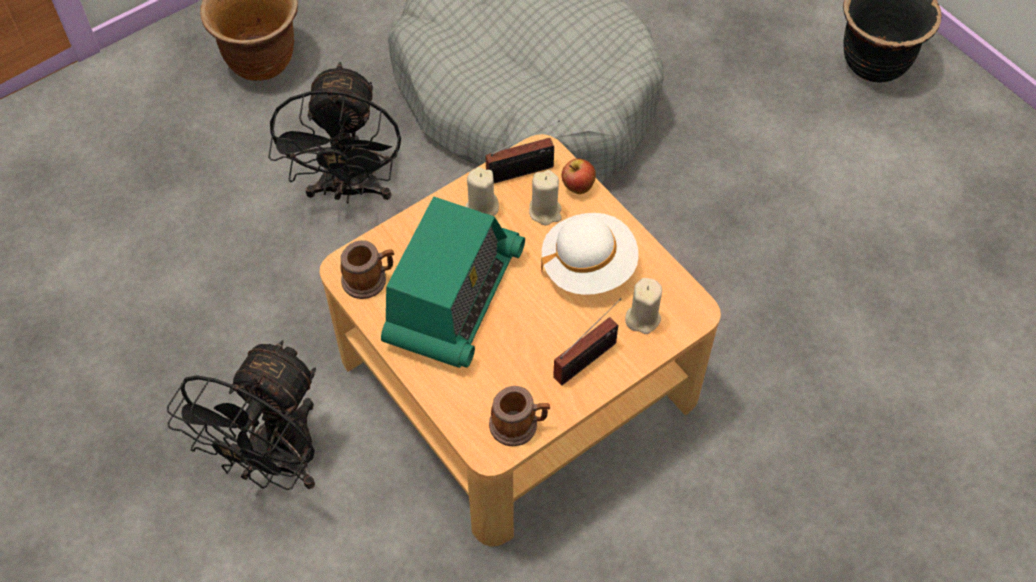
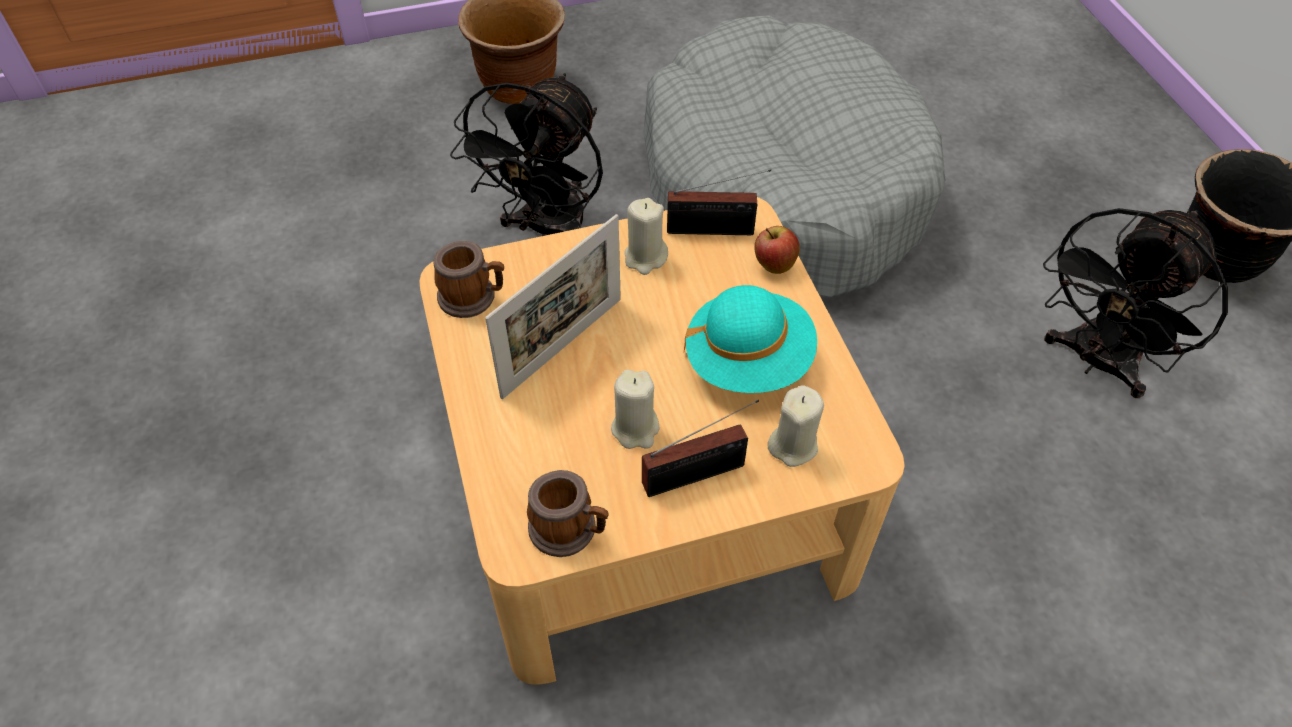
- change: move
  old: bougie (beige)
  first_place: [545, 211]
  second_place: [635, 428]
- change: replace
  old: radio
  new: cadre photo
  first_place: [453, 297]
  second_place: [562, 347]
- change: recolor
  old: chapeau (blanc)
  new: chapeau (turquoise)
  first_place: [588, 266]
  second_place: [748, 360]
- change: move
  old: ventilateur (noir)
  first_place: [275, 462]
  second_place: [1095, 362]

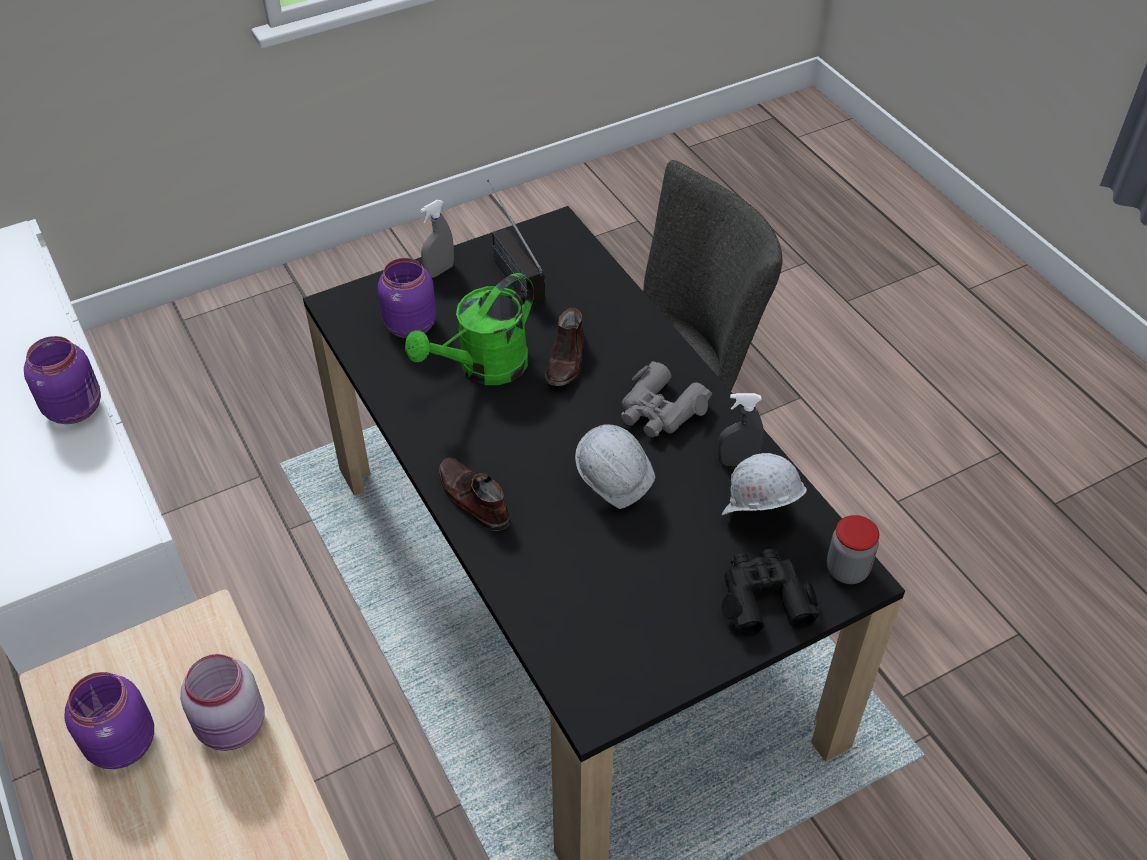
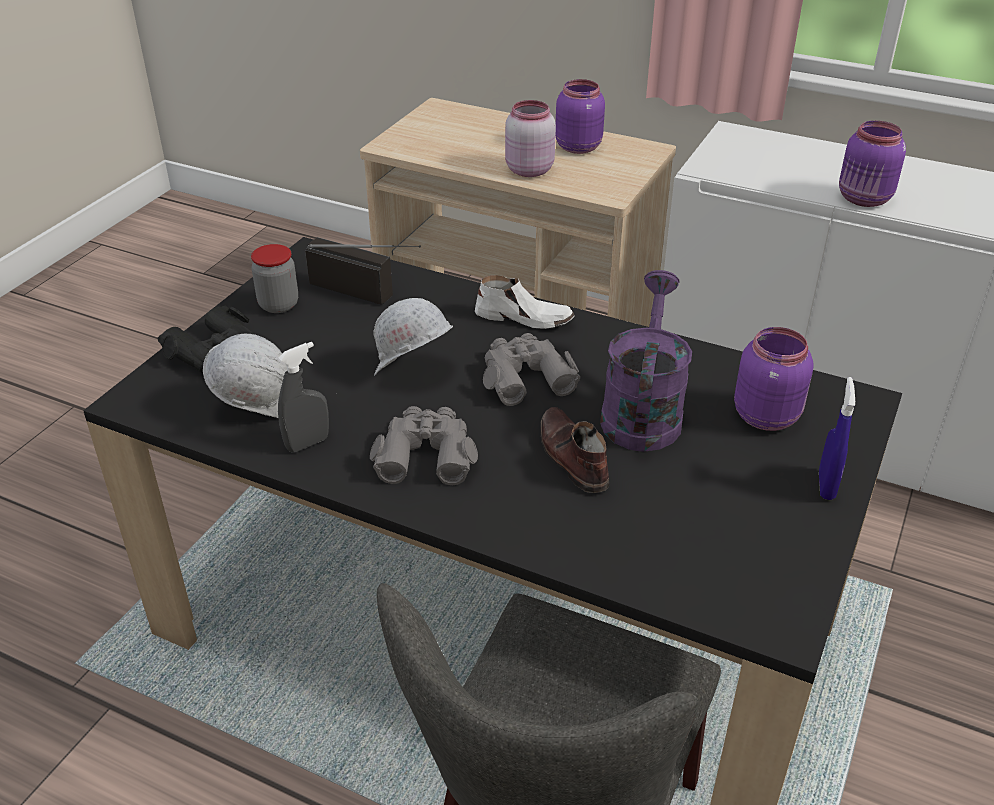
- change: move
  old: radio
  first_place: [507, 270]
  second_place: [372, 294]
- change: recolor
  old: vaporisateur (gris)
  new: vaporisateur (bleu)
  first_place: [439, 271]
  second_place: [826, 486]
- change: recolor
  old: arrosoir (vert)
  new: arrosoir (violet)
  first_place: [483, 369]
  second_place: [642, 411]
- change: recolor
  old: chaussure (marron)
  new: chaussure (blanc)
  first_place: [473, 499]
  second_place: [524, 318]
- change: move
  old: bocal
  first_place: [847, 570]
  second_place: [278, 305]
- change: insert
  new: jumelles (gris)
  second_place: [525, 376]

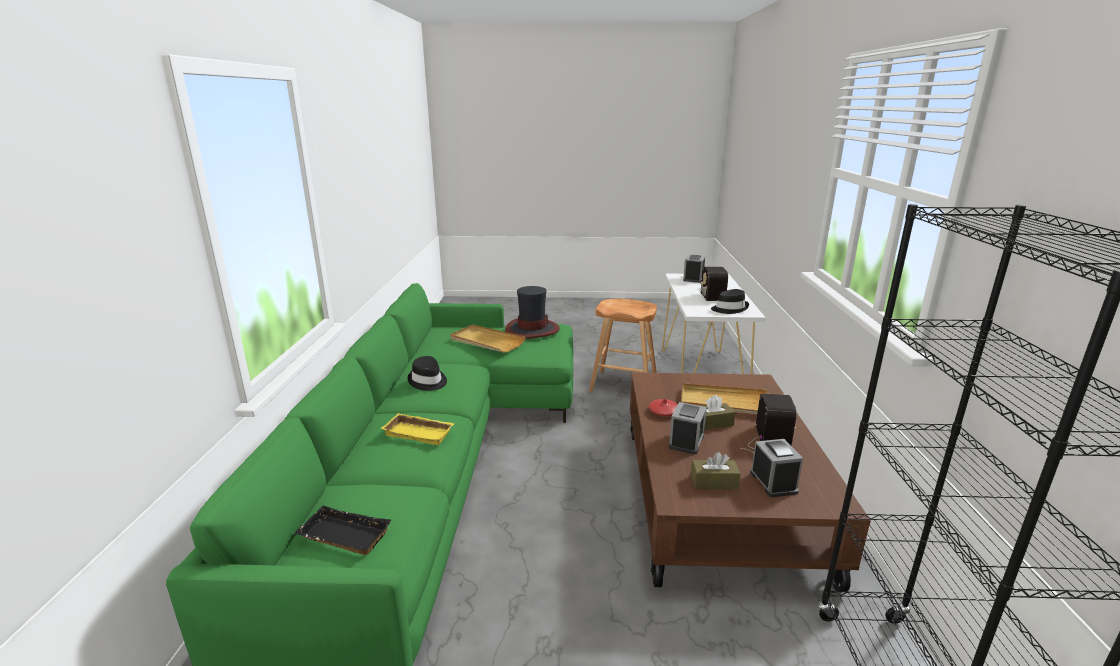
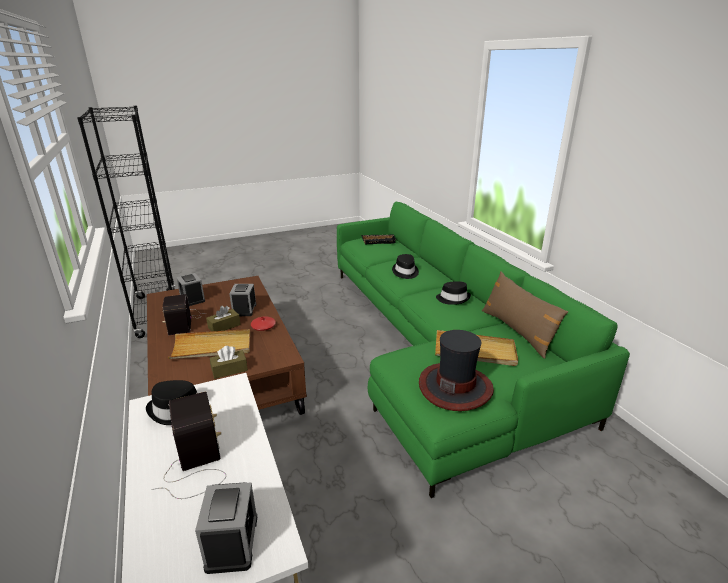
- change: delete
  old: tabouret (marron)
  first_place: [623, 385]
- change: replace
  old: plateau (jaune)
  new: chapeau (noir)
  first_place: [420, 432]
  second_place: [405, 272]
- change: move
  old: boîte à mouchoirs (marron)
  first_place: [714, 482]
  second_place: [229, 370]
- change: insert
  new: coussin (marron)
  second_place: [517, 331]

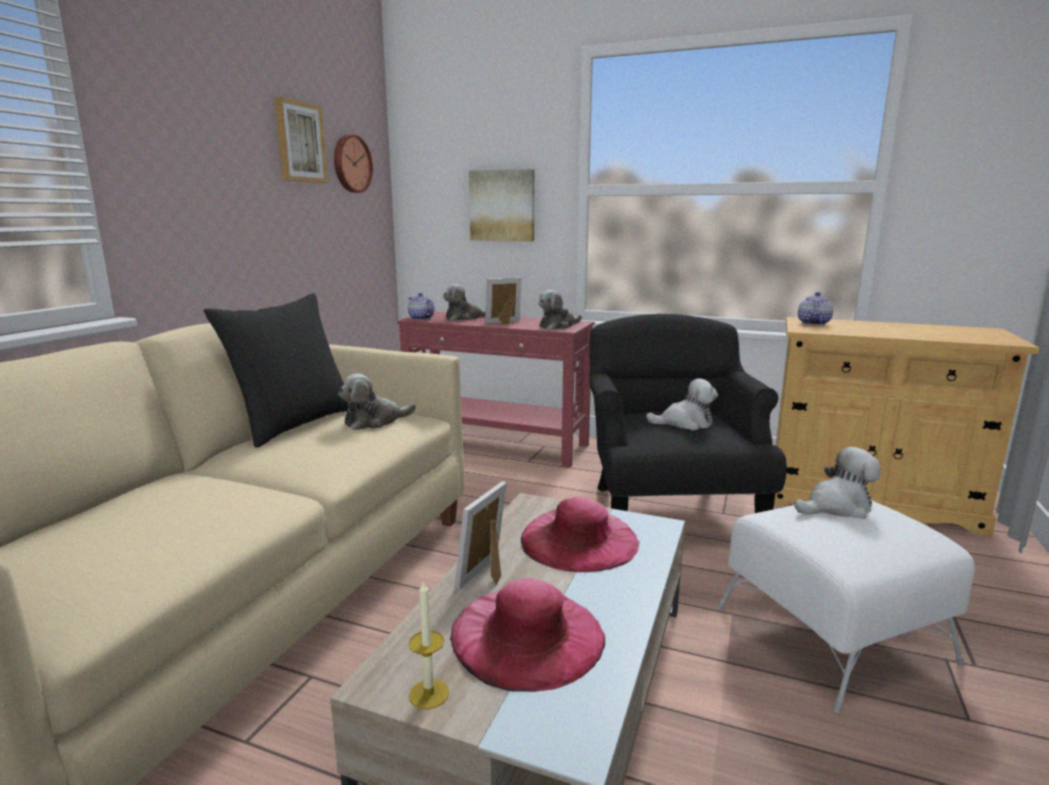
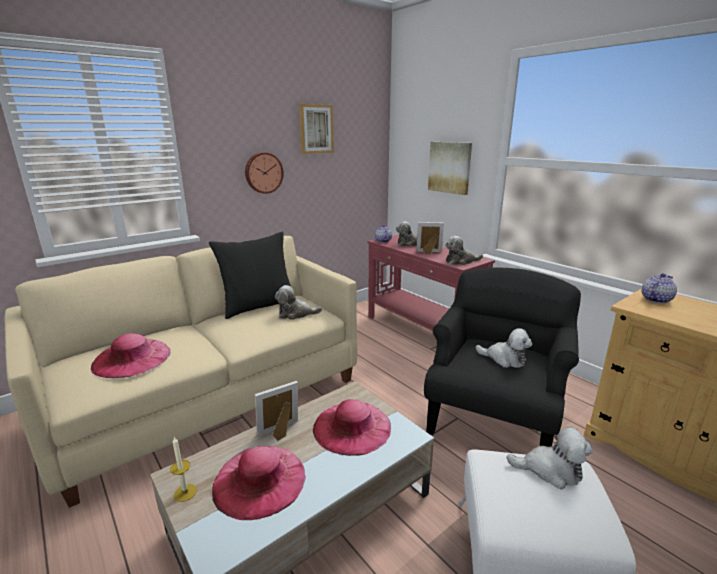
- change: move
  old: horloge murale
  first_place: [351, 164]
  second_place: [263, 172]
- change: insert
  new: chapeau (rose)
  second_place: [132, 358]

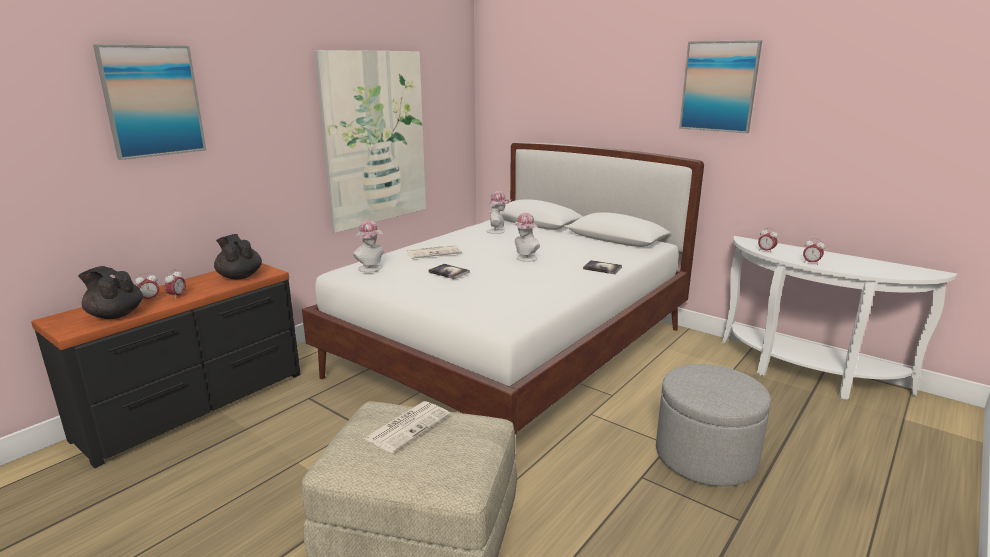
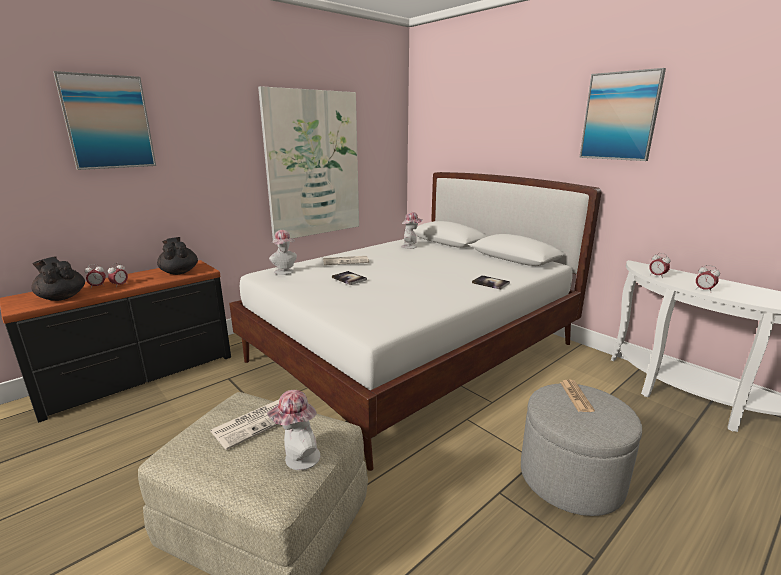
- change: move
  old: chapeau
  first_place: [525, 259]
  second_place: [298, 459]
- change: insert
  new: journal
  second_place: [576, 396]

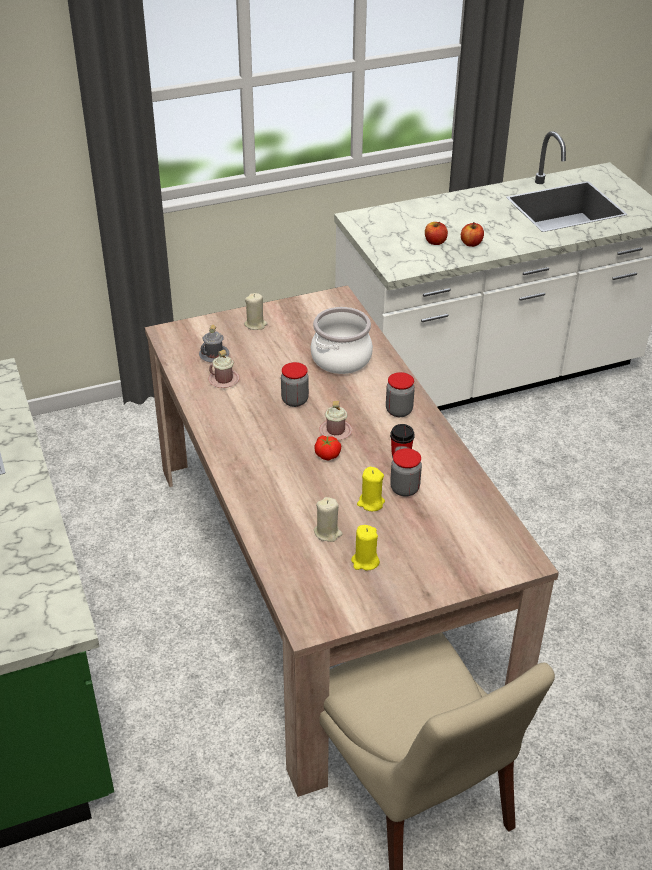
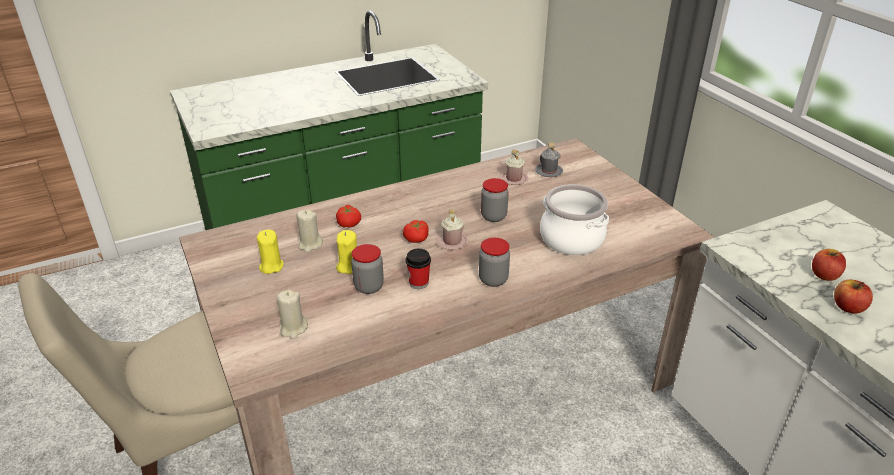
- change: move
  old: bougie (beige)
  first_place: [255, 324]
  second_place: [293, 328]
- change: insert
  new: tomate
  second_place: [349, 223]

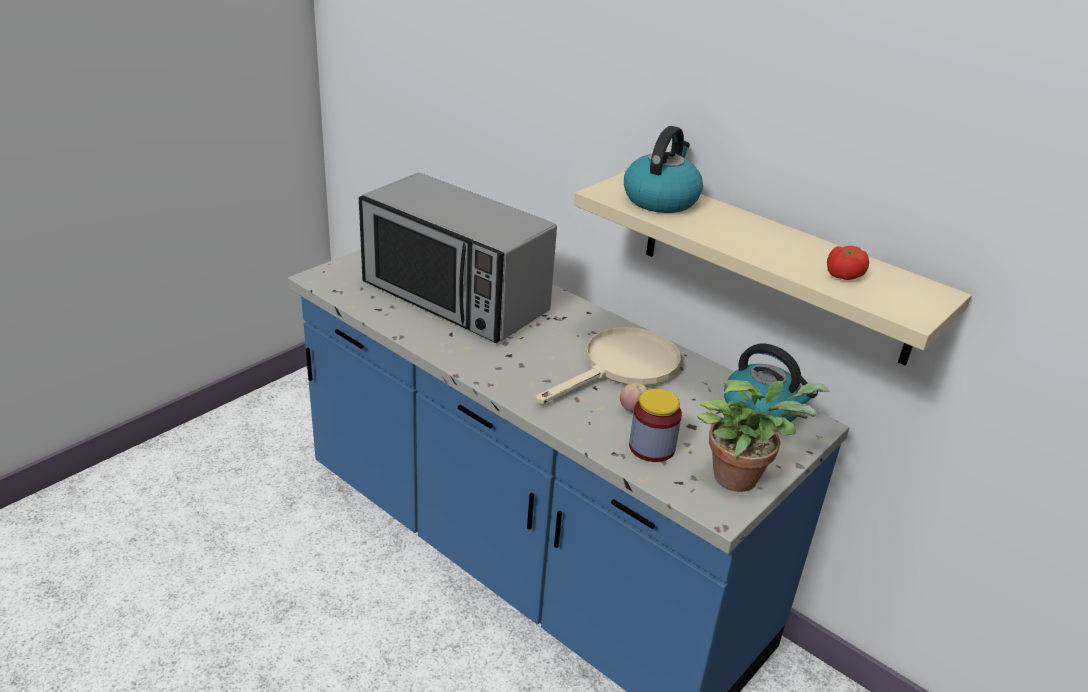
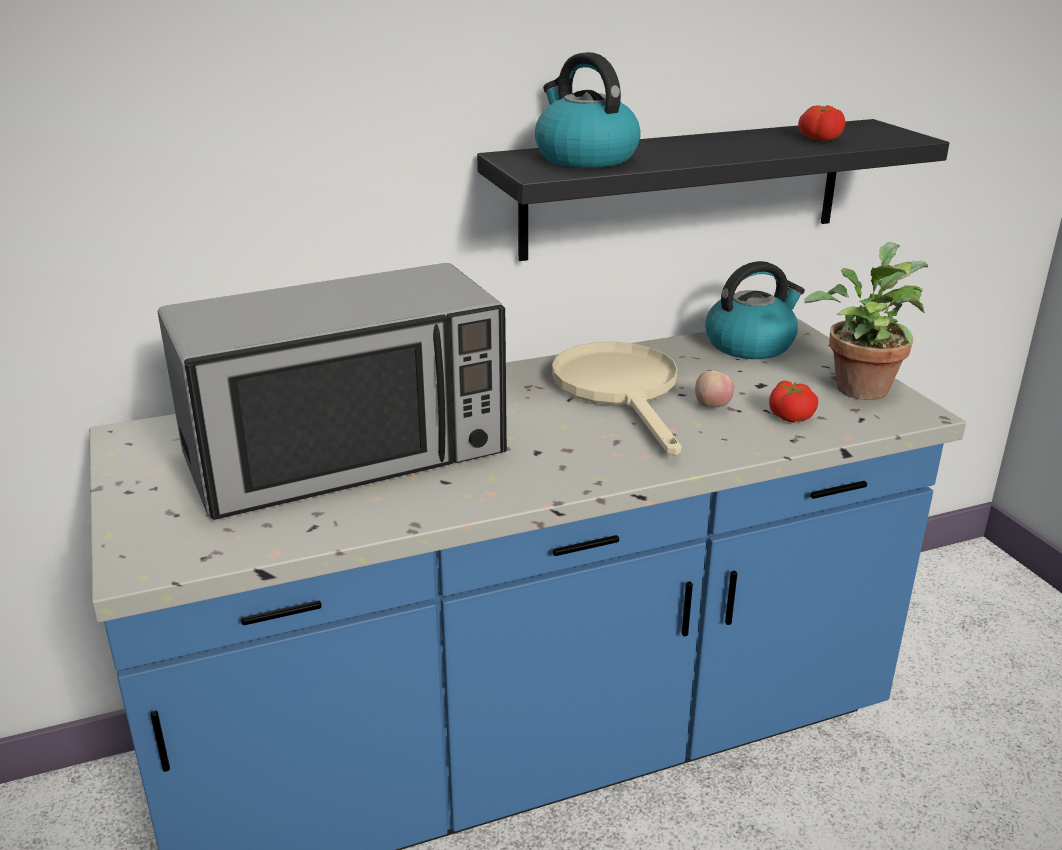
- change: recolor
  old: étagère (beige)
  new: étagère (noir)
  first_place: [775, 265]
  second_place: [684, 188]
- change: replace
  old: bocal
  new: tomate
  first_place: [652, 447]
  second_place: [791, 416]

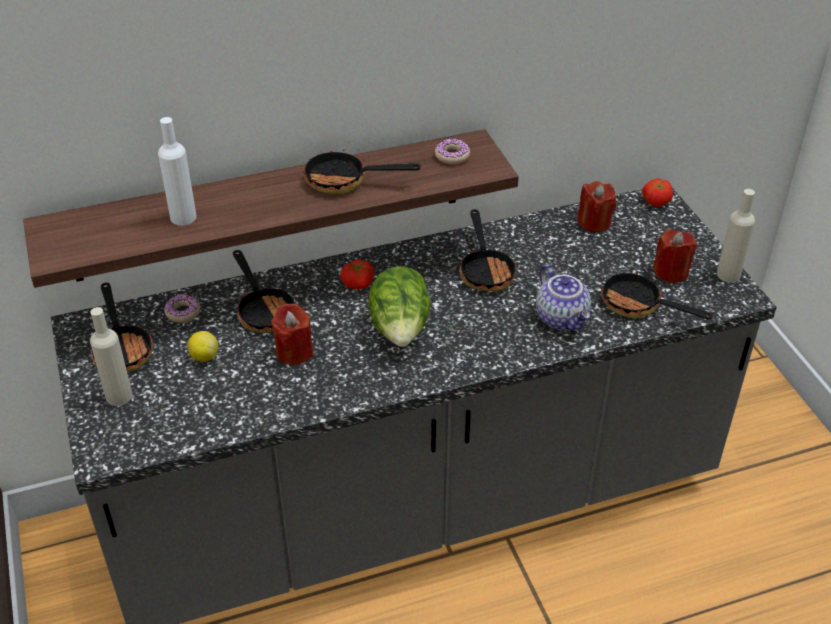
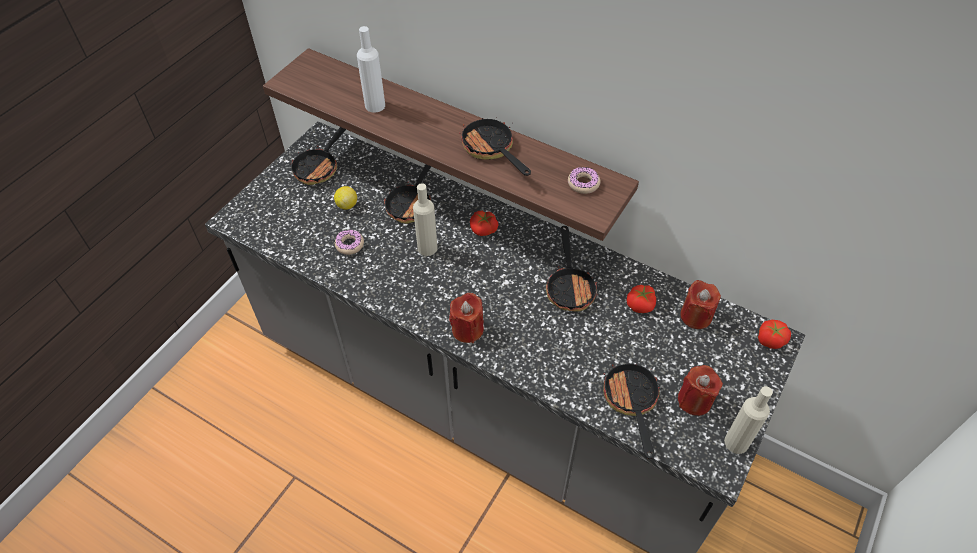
- change: rotate
  old: poêle
  first_place: [486, 270]
  second_place: [570, 286]
  degrees: -45
- change: delete
  old: théière
  first_place: [562, 318]
- change: delete
  old: laitue
  first_place: [400, 330]
- change: move
  old: beignet
  first_place: [183, 312]
  second_place: [349, 245]
- change: move
  old: bougie (rouge)
  first_place: [294, 352]
  second_place: [467, 329]
- change: move
  old: bouteille (beige)
  first_place: [119, 396]
  second_place: [427, 248]
- change: insert
  new: tomate
  second_place: [640, 305]

